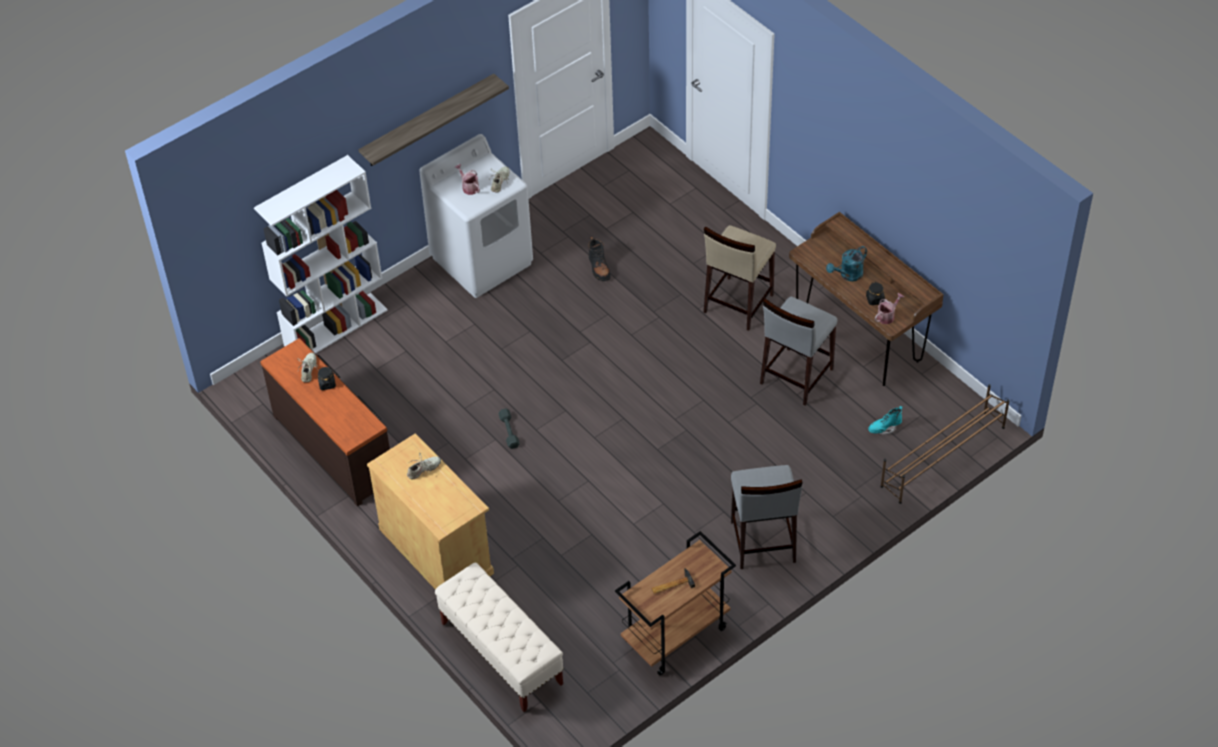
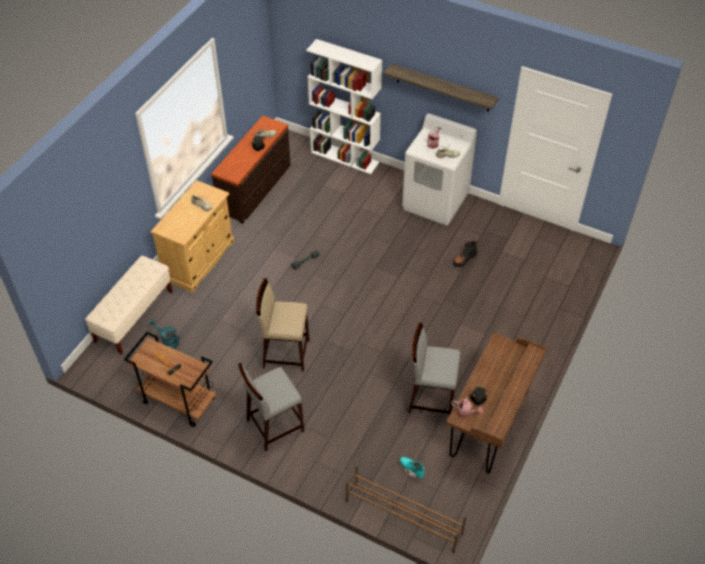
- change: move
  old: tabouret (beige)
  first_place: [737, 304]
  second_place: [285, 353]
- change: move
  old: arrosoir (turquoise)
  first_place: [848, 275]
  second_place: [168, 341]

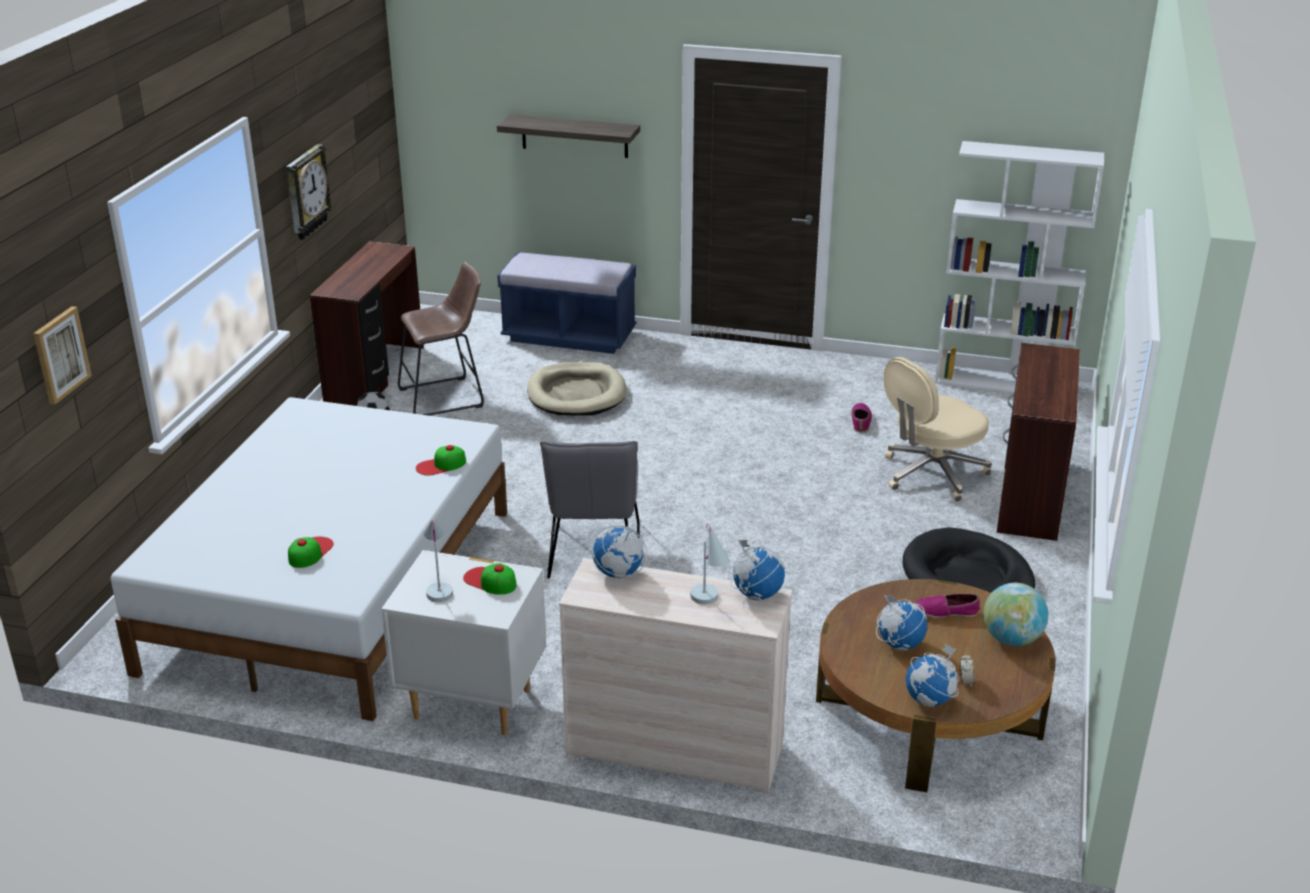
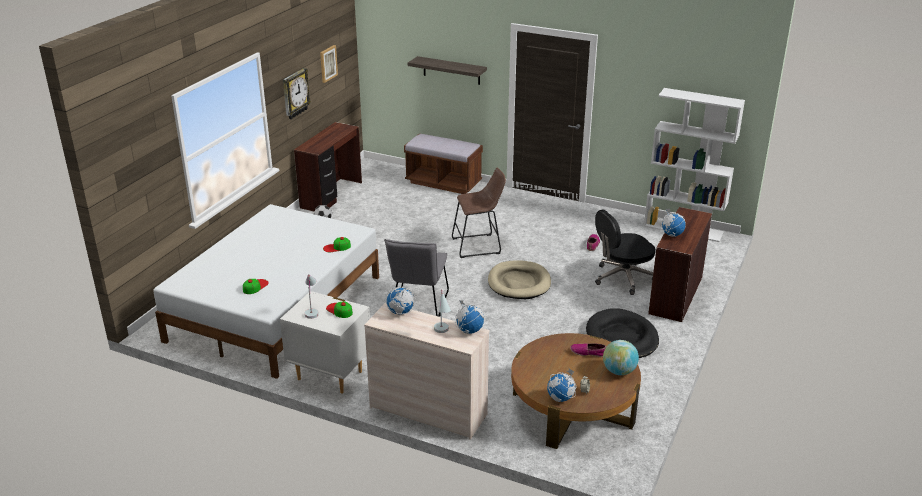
- change: recolor
  old: banc (bleu)
  new: banc (marron)
  first_place: [569, 336]
  second_place: [443, 183]
- change: move
  old: tabouret (marron)
  first_place: [446, 397]
  second_place: [479, 246]
- change: move
  old: tableau
  first_place: [60, 354]
  second_place: [328, 63]
- change: recolor
  old: chaise de bureau (beige)
  new: chaise de bureau (noir)
  first_place: [931, 474]
  second_place: [622, 278]
- change: move
  old: panier pour chien (beige)
  first_place: [576, 394]
  second_place: [519, 283]
- change: move
  old: globe
  first_place: [899, 644]
  second_place: [671, 234]

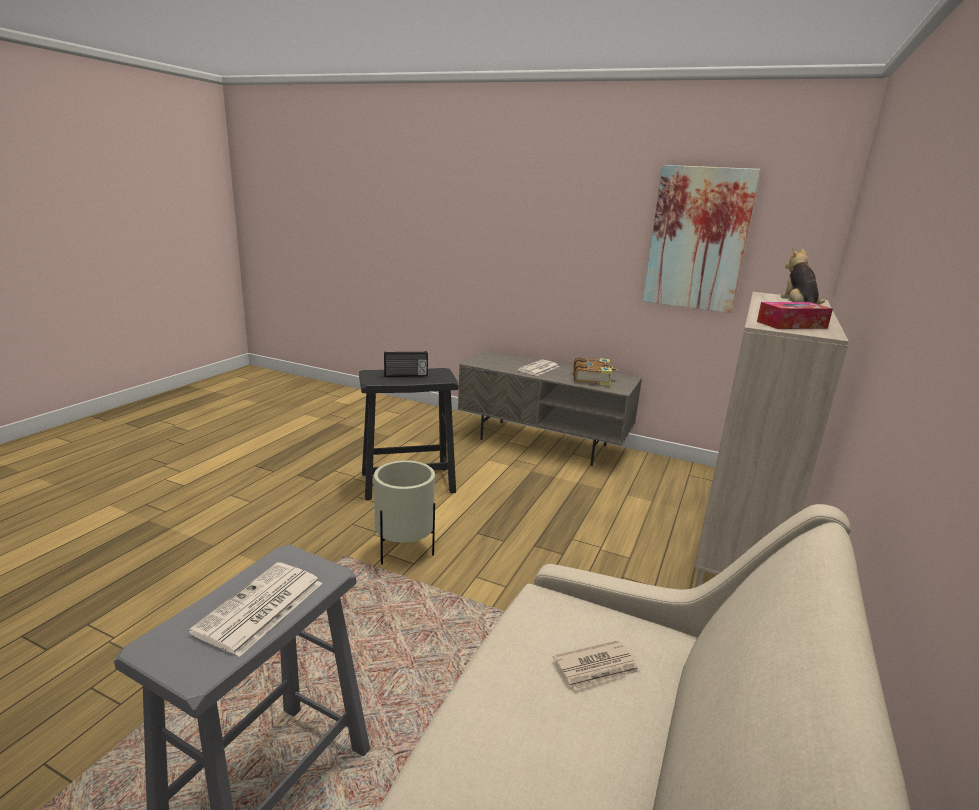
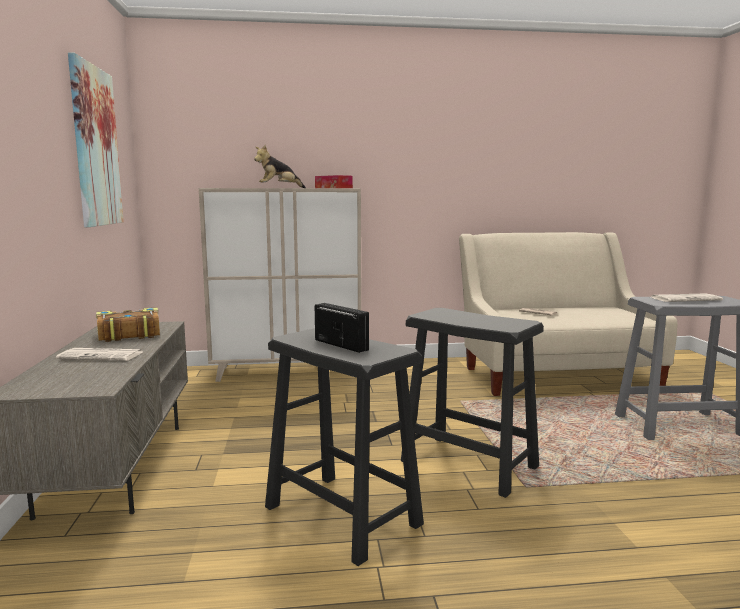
- change: replace
  old: cache-pot (beige)
  new: tabouret (noir)
  first_place: [404, 551]
  second_place: [469, 464]

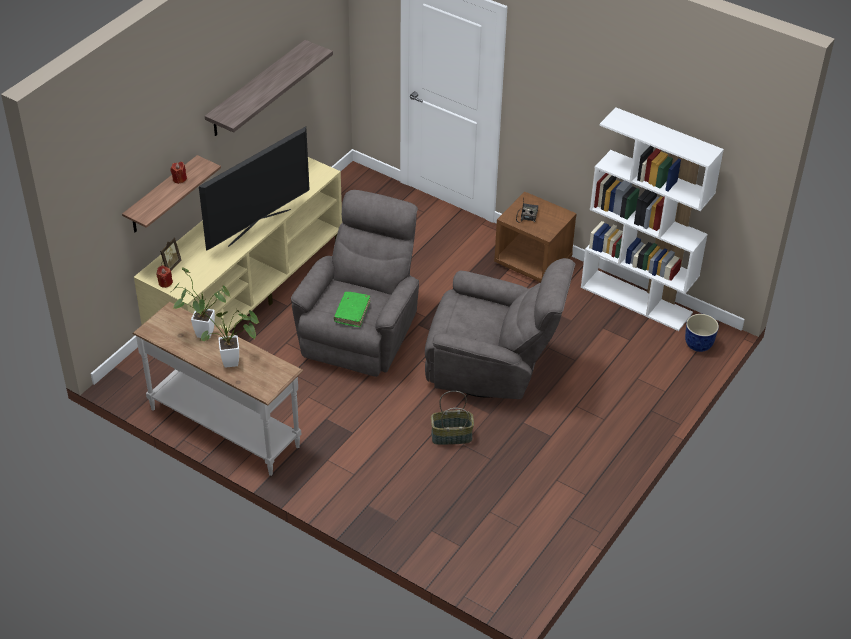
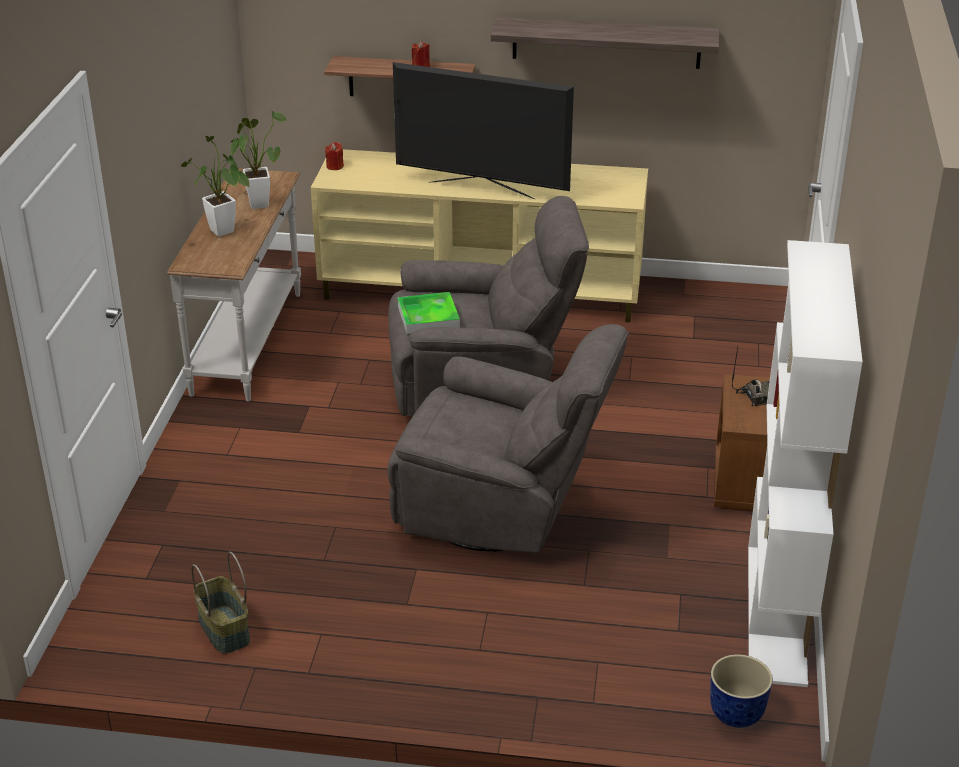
- change: delete
  old: cadre photo
  first_place: [170, 266]
- change: rotate
  old: fauteuil (gris)
  first_place: [493, 368]
  second_place: [502, 512]
  degrees: -60
- change: replace
  old: livre (vert)
  new: plateau
  first_place: [352, 312]
  second_place: [428, 317]
- change: move
  old: panier
  first_place: [451, 436]
  second_place: [223, 630]

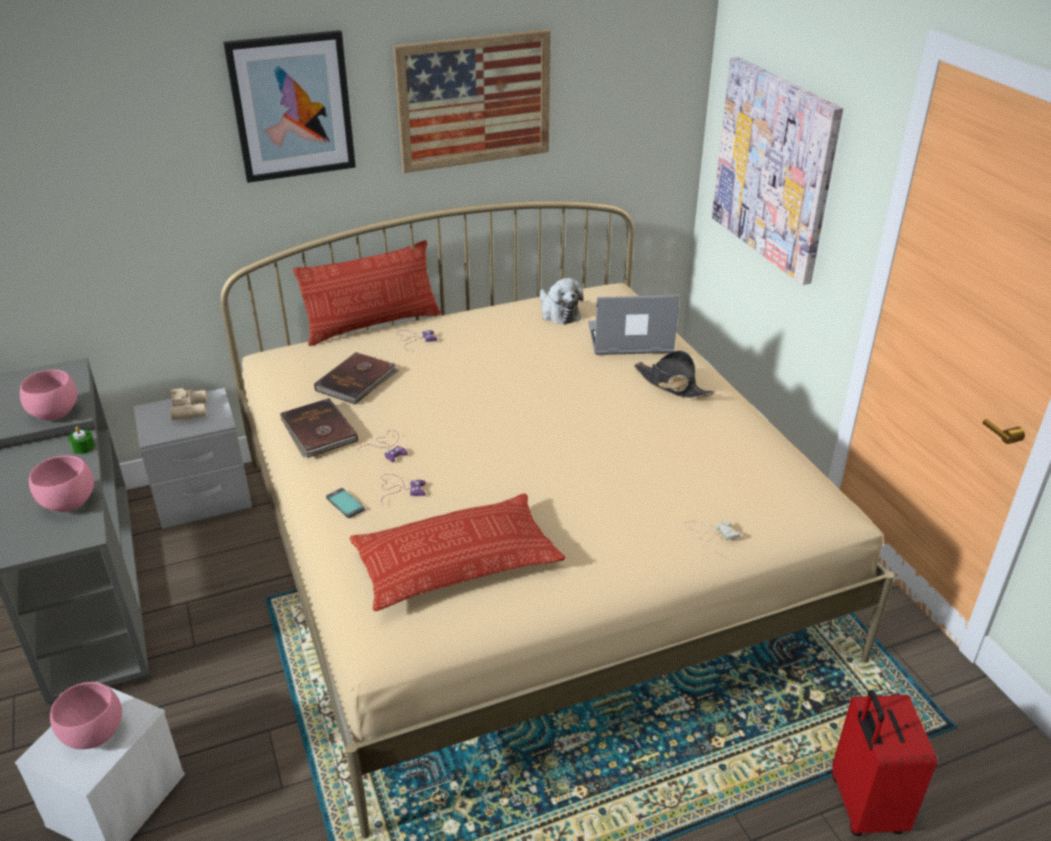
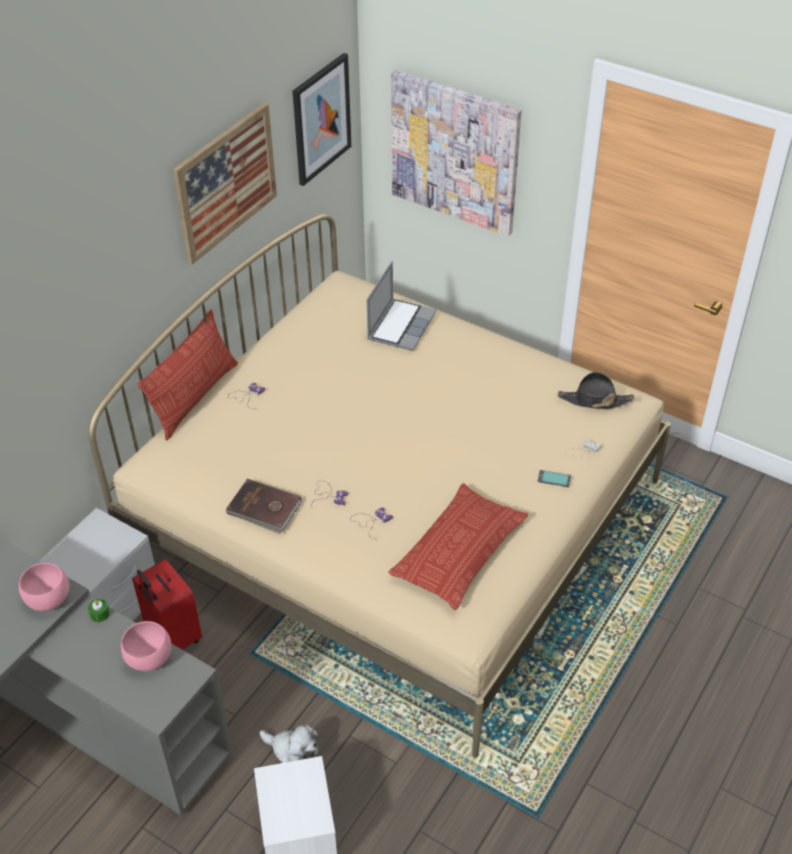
- change: move
  old: tableau
  first_place: [292, 106]
  second_place: [321, 119]
- change: move
  old: peluche
  first_place: [558, 313]
  second_place: [292, 751]
- change: rotate
  old: ordinateur portable
  first_place: [629, 340]
  second_place: [401, 325]
  degrees: 150
- change: move
  old: chapeau (noir)
  first_place: [672, 384]
  second_place: [594, 400]
- change: delete
  old: livre (marron)
  first_place: [357, 381]
- change: delete
  old: jumelles (beige)
  first_place: [191, 410]
- change: move
  old: téléphone
  first_place: [345, 504]
  second_place: [554, 479]
- change: delete
  old: bol (rose)
  first_place: [93, 736]
- change: move
  old: valise (rouge)
  first_place: [863, 806]
  second_place: [172, 636]

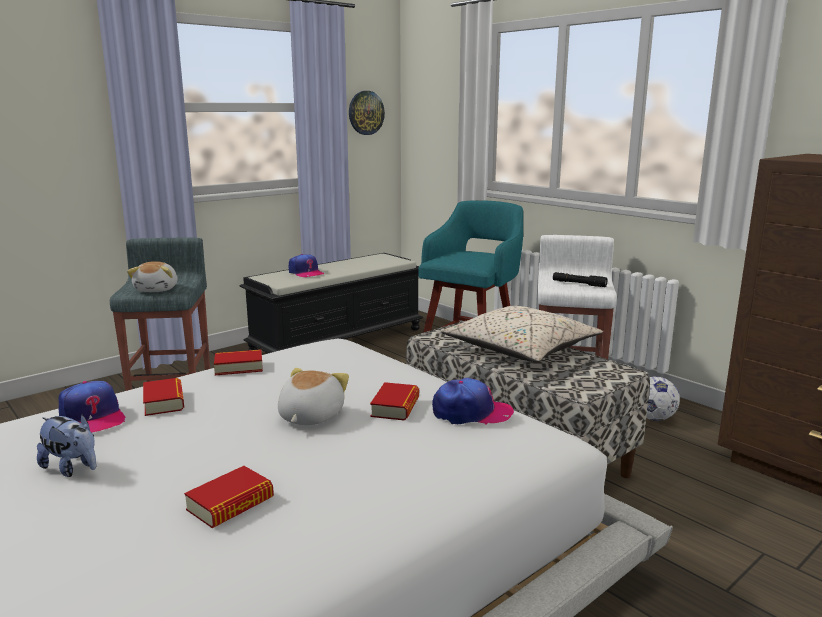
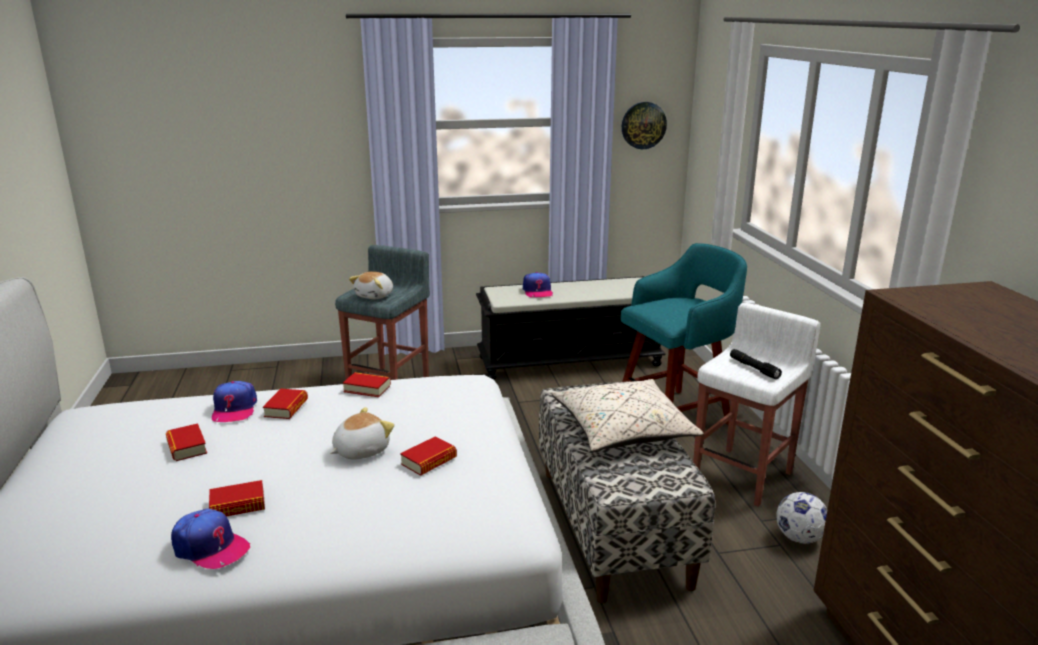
- change: move
  old: casquette
  first_place: [471, 413]
  second_place: [210, 547]
- change: replace
  old: peluche
  new: livre
  first_place: [72, 468]
  second_place: [187, 447]

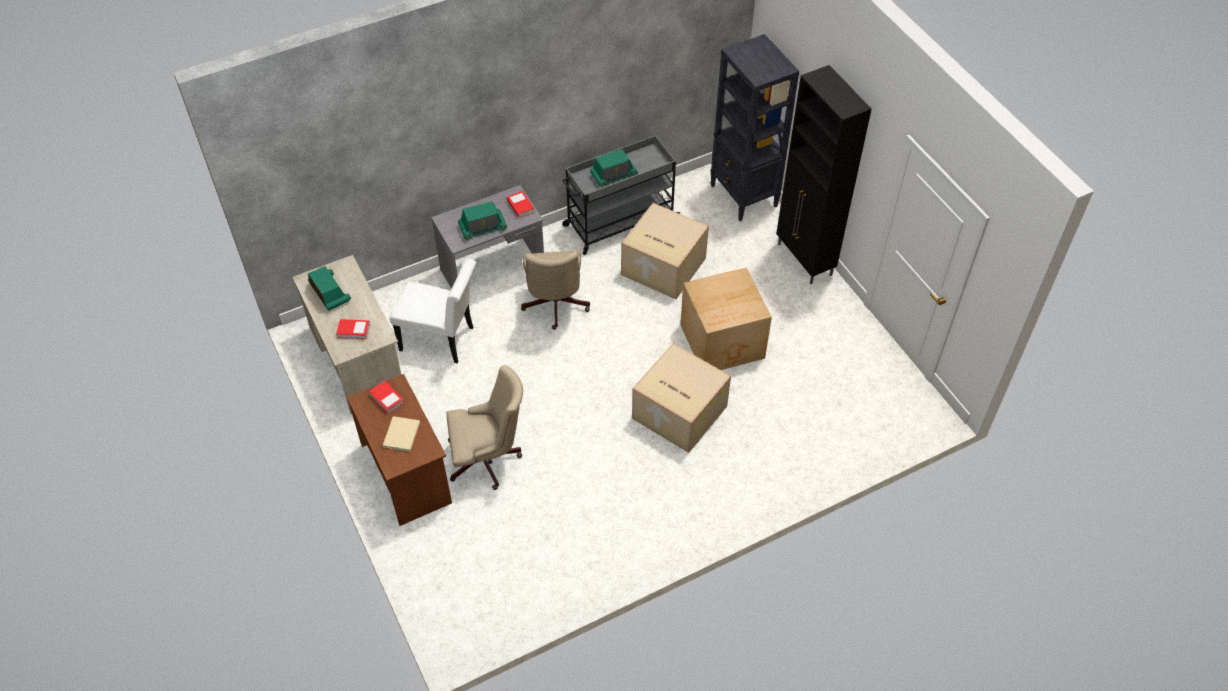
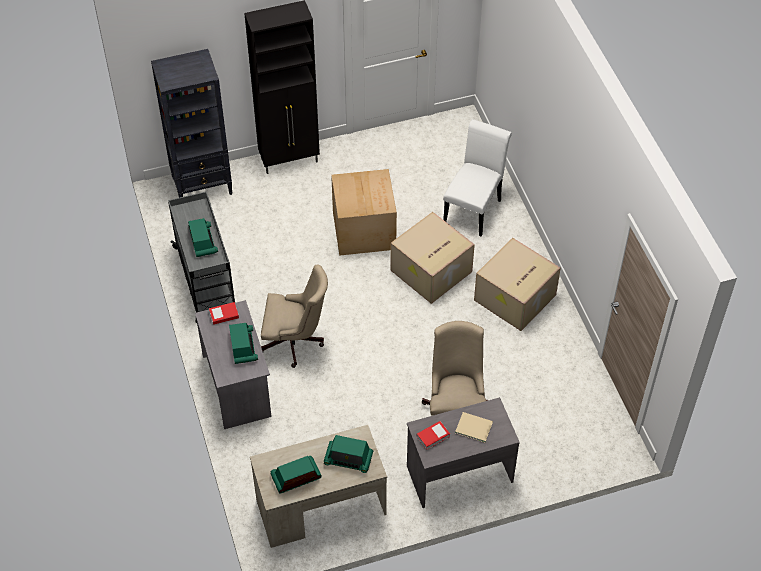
- change: move
  old: carton
  first_place: [662, 266]
  second_place: [515, 298]
- change: move
  old: chaise (blanc)
  first_place: [442, 340]
  second_place: [474, 208]
- change: replace
  old: livre
  new: radio
  first_place: [353, 331]
  second_place: [348, 459]
- change: recolor
  old: bureau (marron)
  new: bureau (gris)
  first_place: [407, 472]
  second_place: [459, 473]

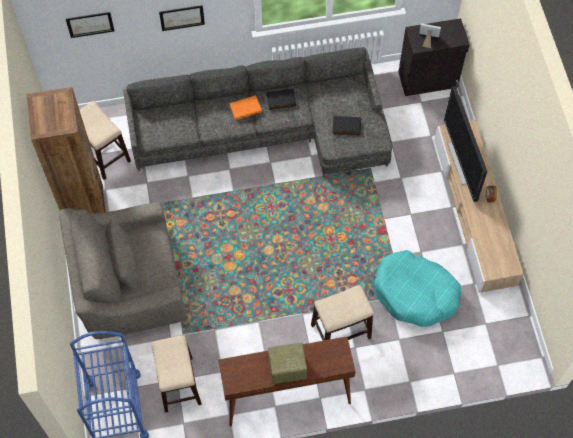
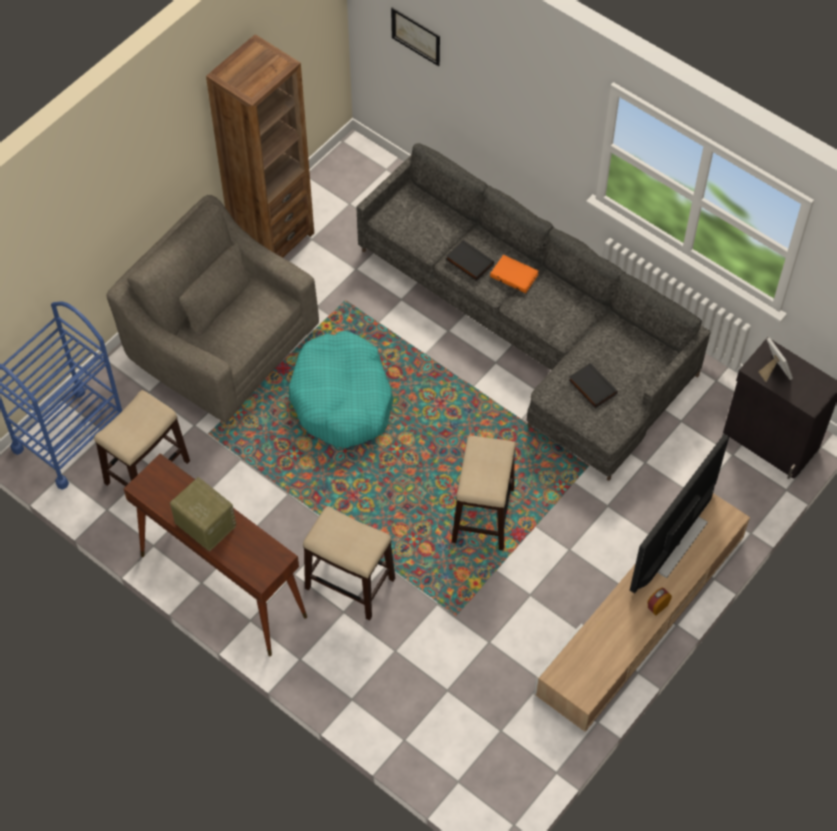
- change: delete
  old: tableau
  first_place: [182, 17]
- change: move
  old: livre (noir)
  first_place: [281, 101]
  second_place: [468, 262]
- change: move
  old: tabouret
  first_place: [104, 155]
  second_place: [483, 516]
- change: move
  old: panier pour chien (turquoise)
  first_place: [415, 293]
  second_place: [342, 399]

